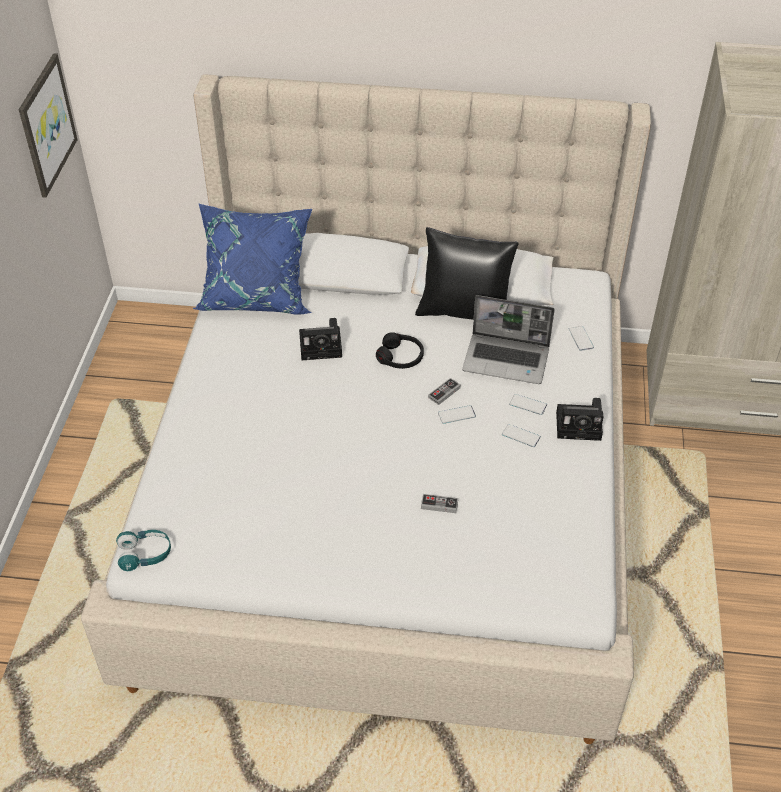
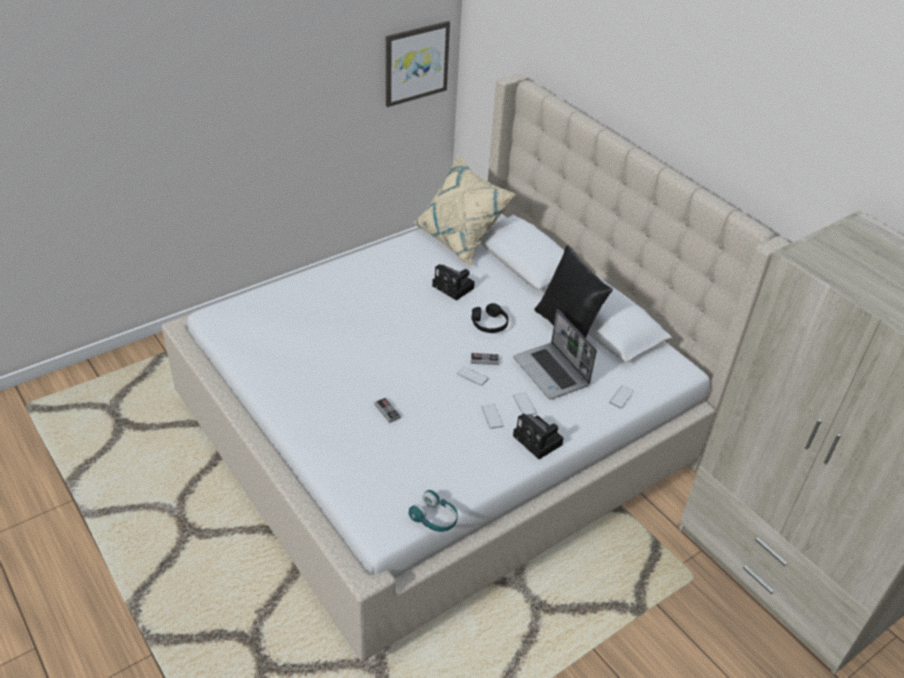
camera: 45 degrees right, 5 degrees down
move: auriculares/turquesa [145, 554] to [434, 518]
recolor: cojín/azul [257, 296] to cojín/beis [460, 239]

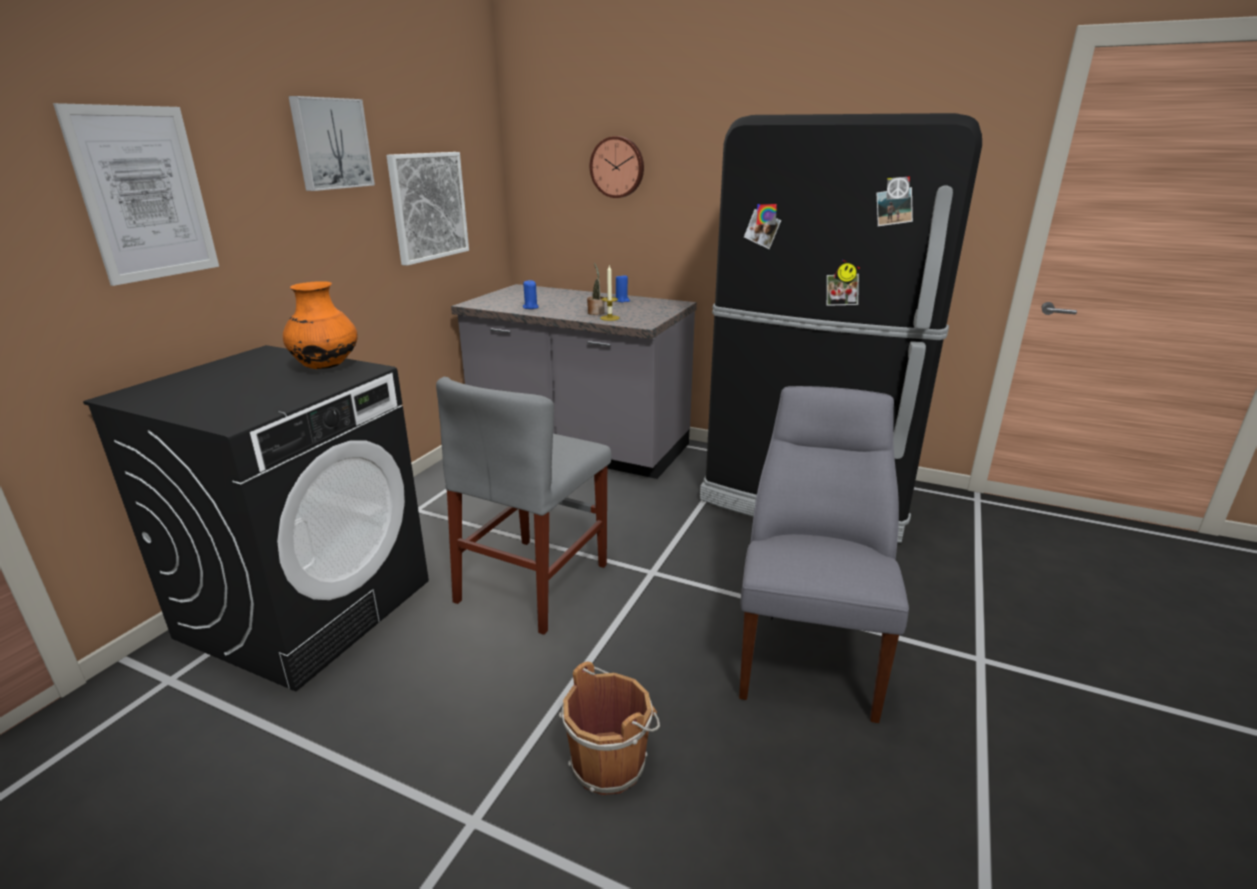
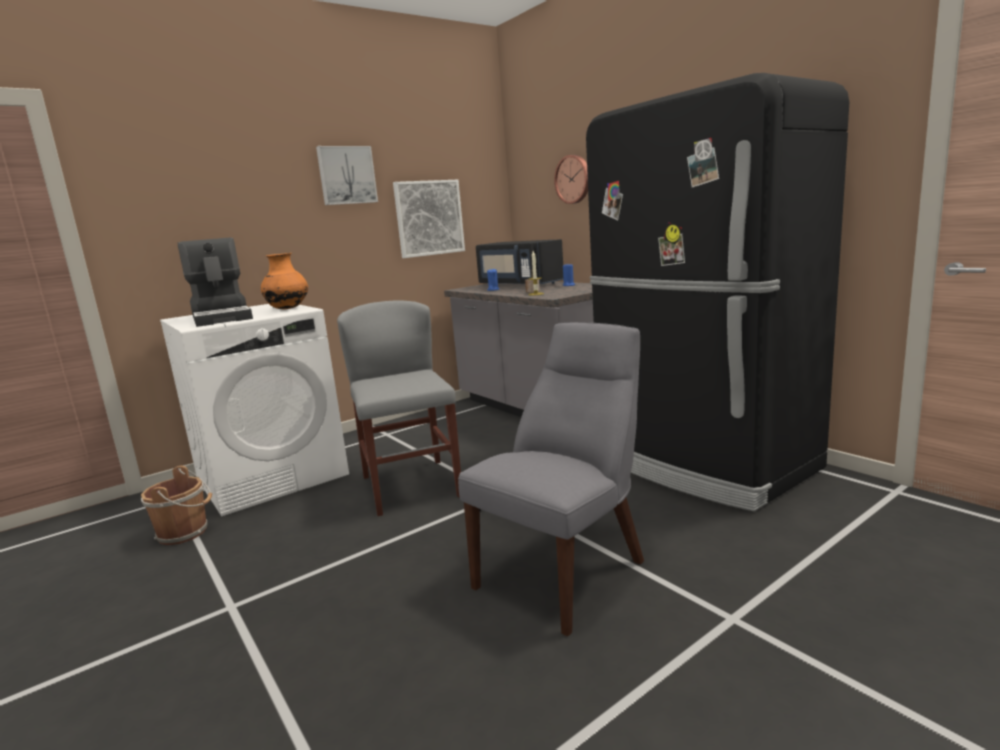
camera: 30 degrees right, 10 degrees down
delete: cuadro [144, 194]
insert: cafetera [223, 317]; microondas/negro [518, 285]
move: cubo/marrón [611, 761] to [185, 532]
recolor: lavadora/negro [308, 607] to lavadora/blanco [272, 476]
rotate: silla/gris [533, 582] = [411, 486] 105 degrees clockwise

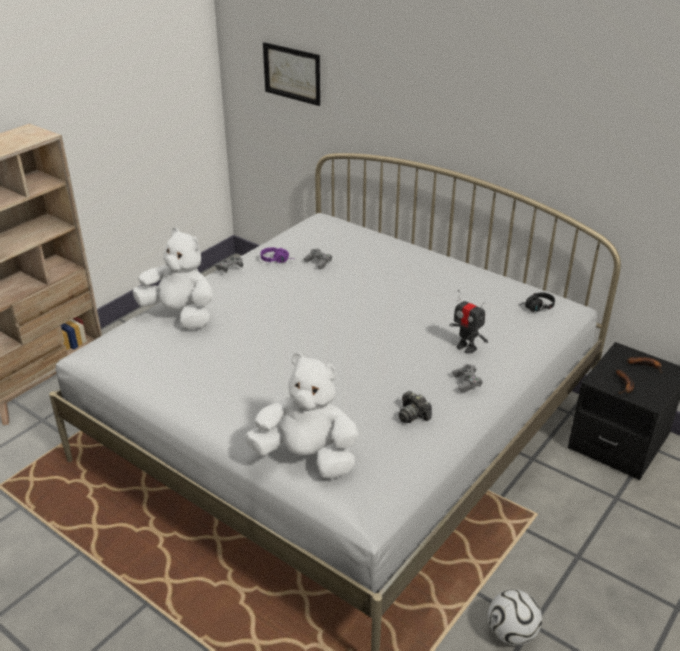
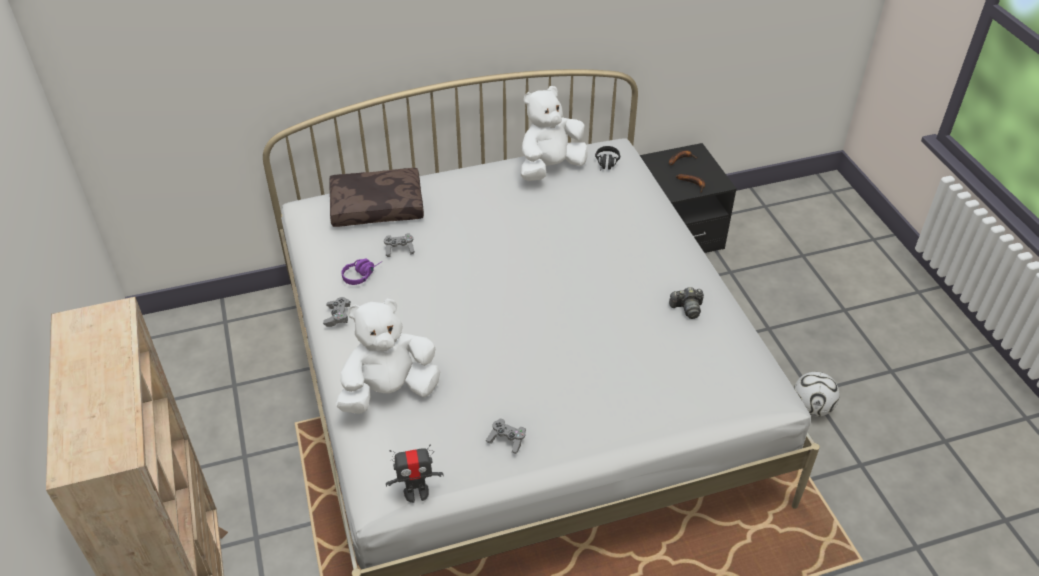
camera: 55 degrees left, 10 degrees up
delete: cuadro [292, 73]
insert: cojín/marrón [378, 205]
move: robot de juguete [466, 347] to [416, 492]; mando de consola/gris [466, 382] to [507, 440]; peluche/blanco [306, 457] to [550, 168]

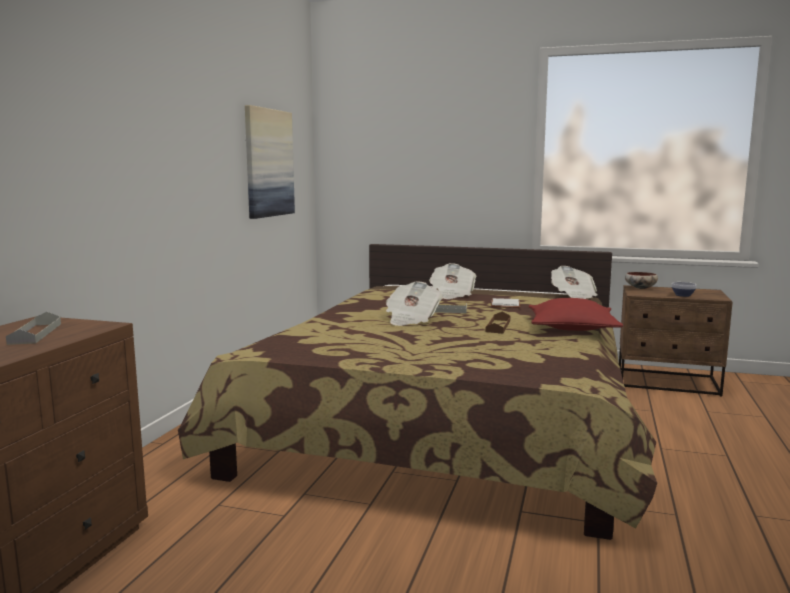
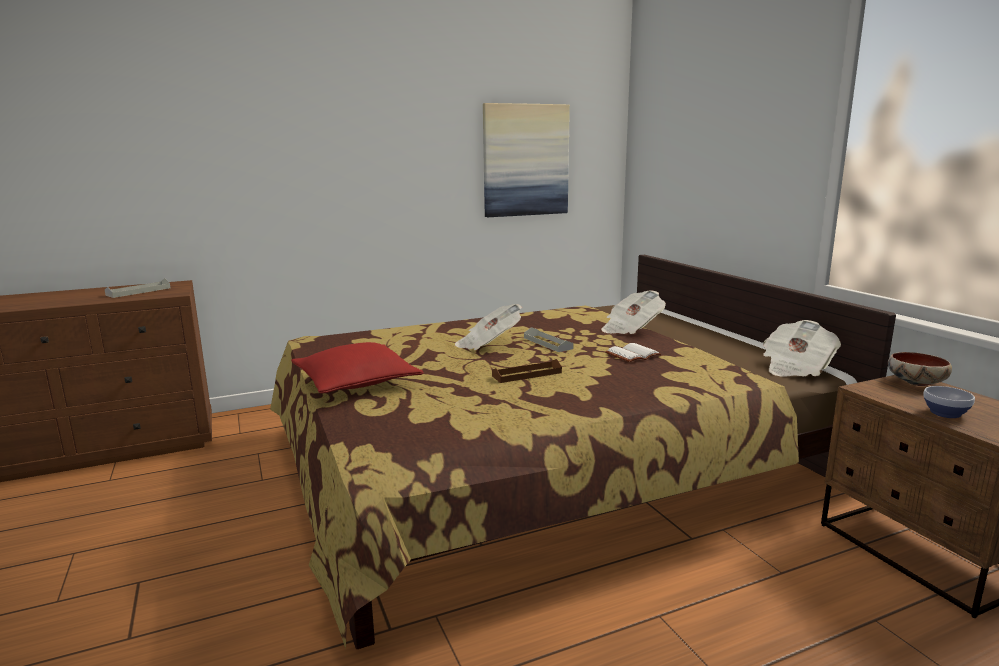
camera: 50 degrees right, 5 degrees up
move: cojín/rojo [572, 328] to [356, 382]

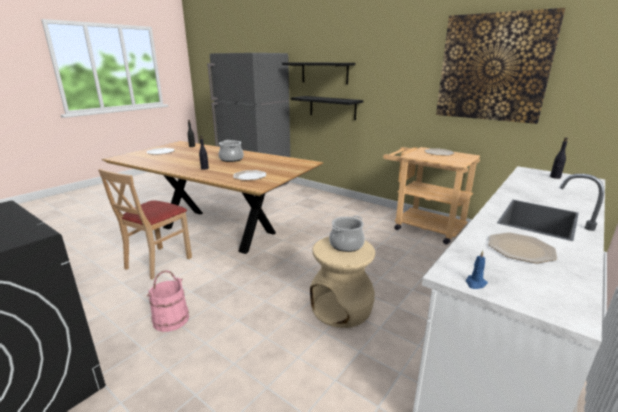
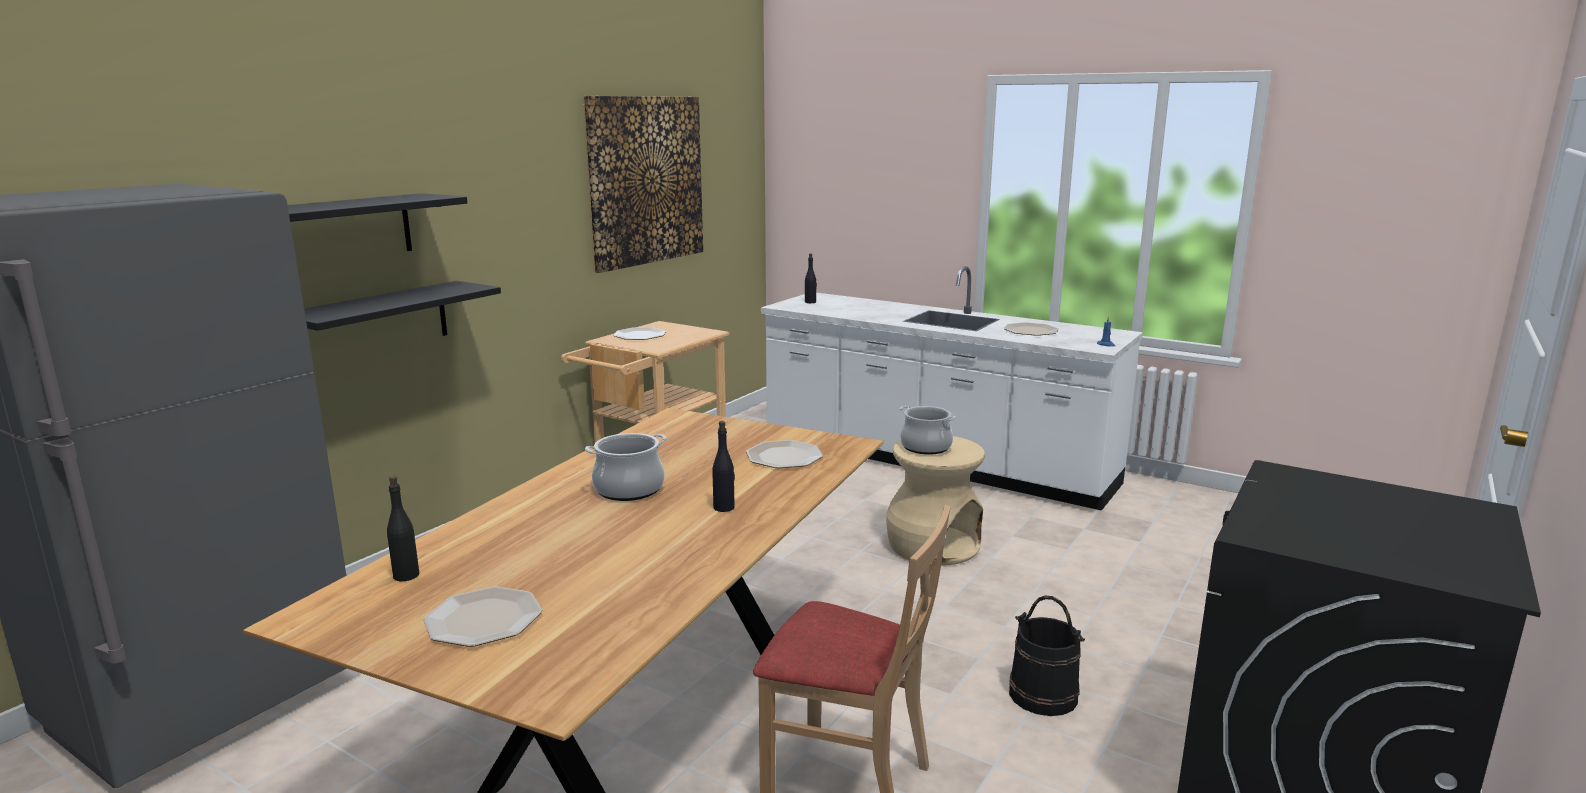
camera: 95 degrees left, 5 degrees down
recolor: cubo/rosa [171, 319] to cubo/negro [1042, 695]

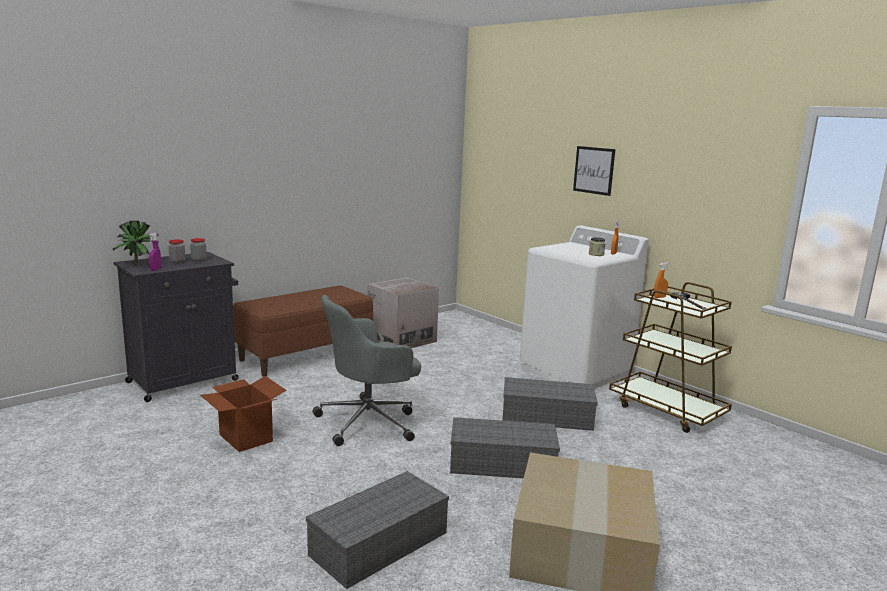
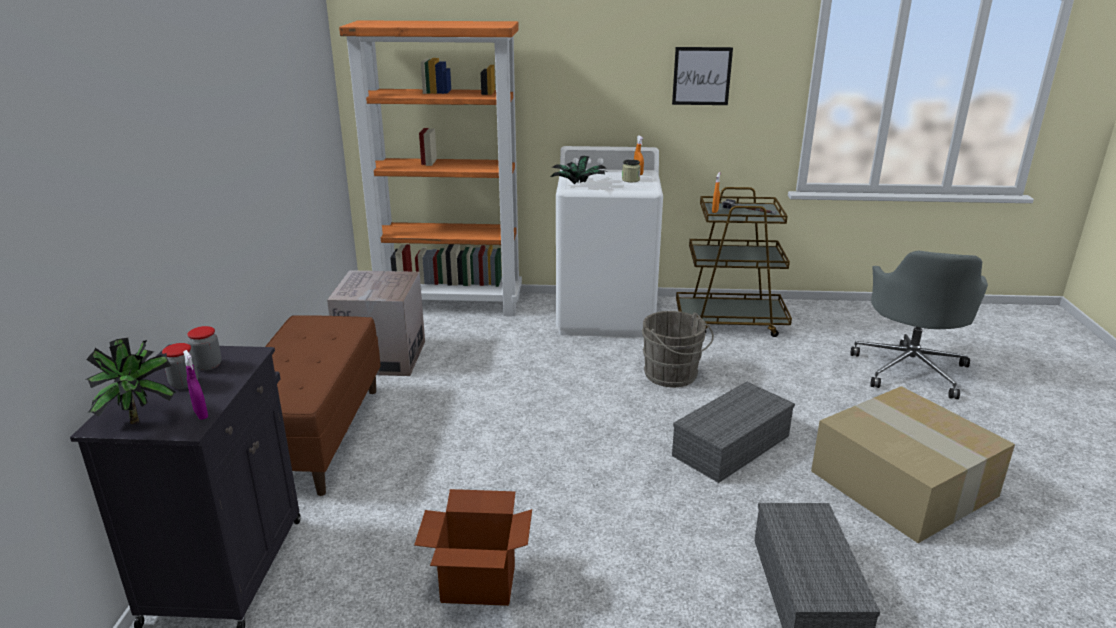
camera: 45 degrees left, 10 degrees up
insert: estantería/naranja [451, 304]; planta en maceta [579, 184]
move: cuadro [594, 170] to [701, 76]; silla de oficina/gris [369, 422] to [910, 369]
replace: caja de almacenaje/gris [548, 416] to cubo/gris [673, 376]

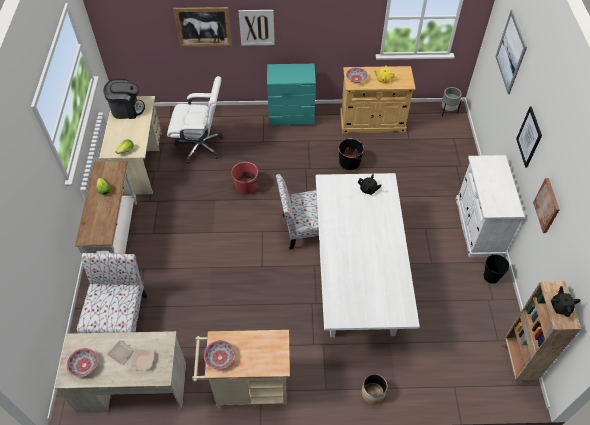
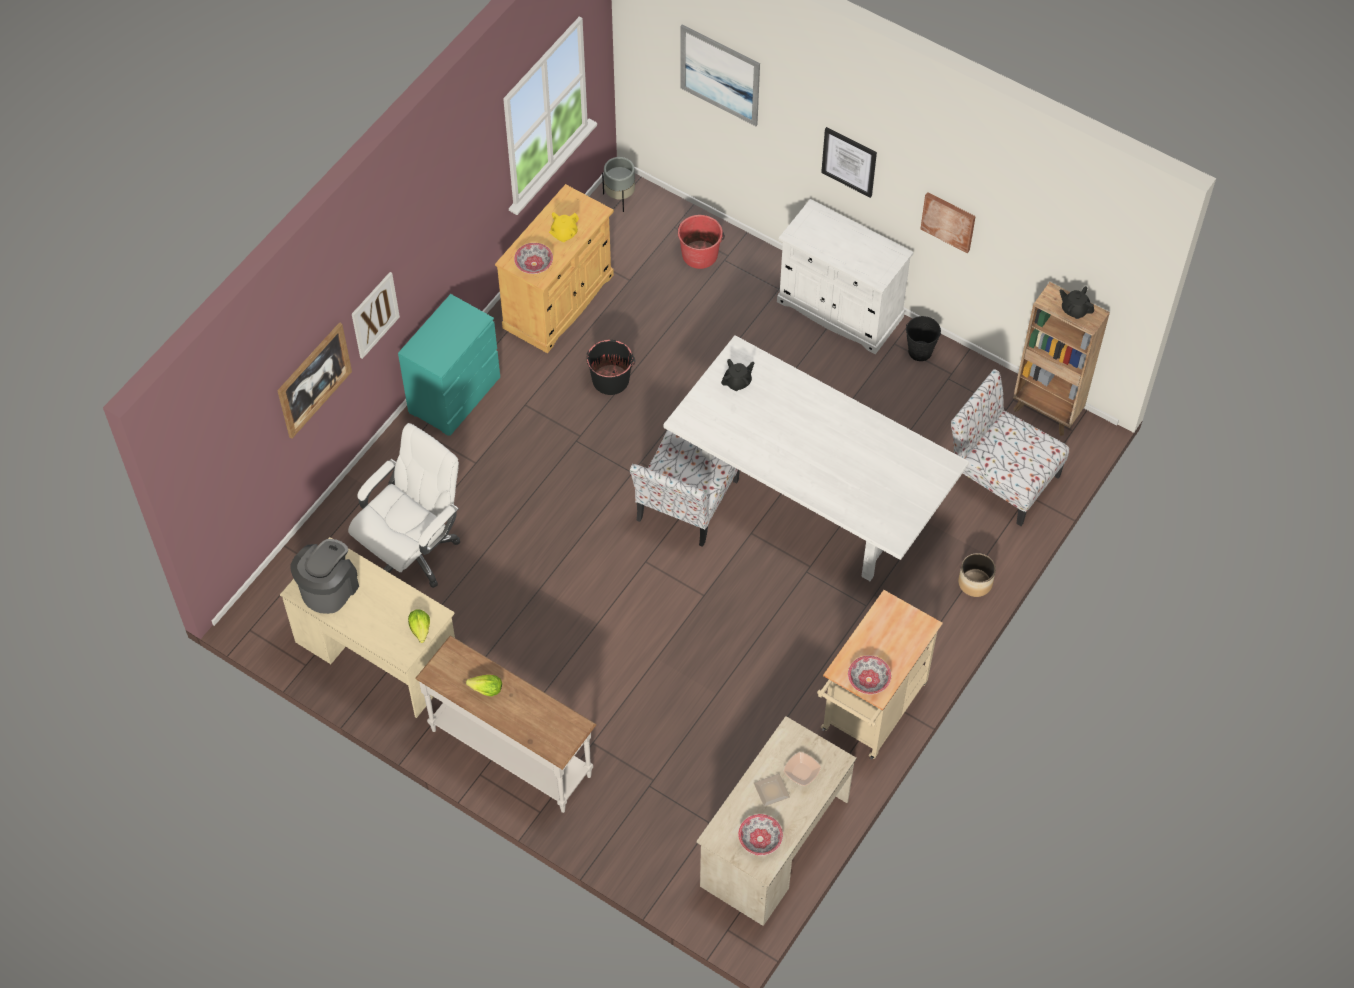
camera: 55 degrees left, 5 degrees up
move: cubo/rojo [246, 186] to [700, 254]; silla [119, 317] to [1001, 477]

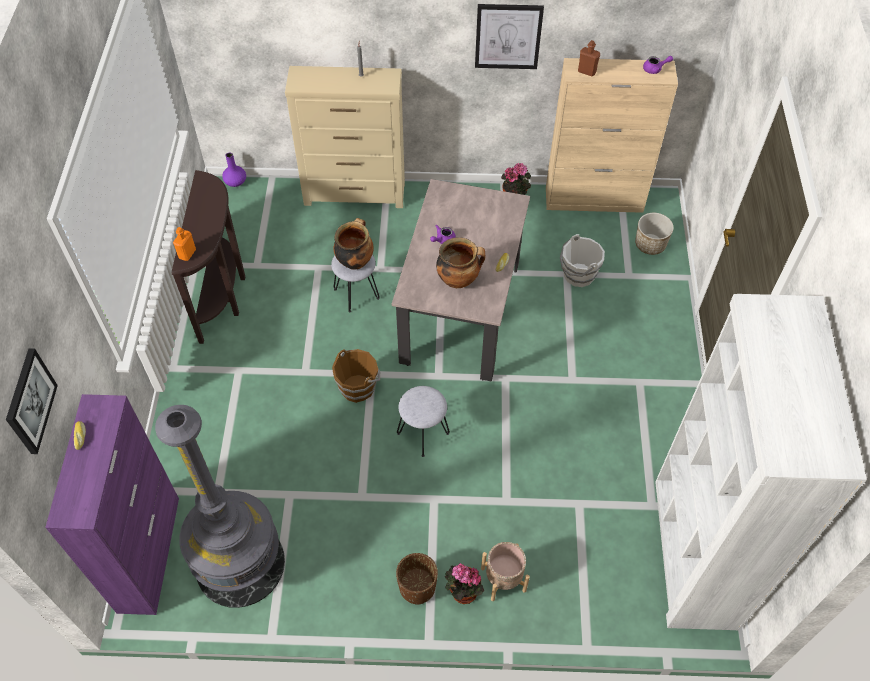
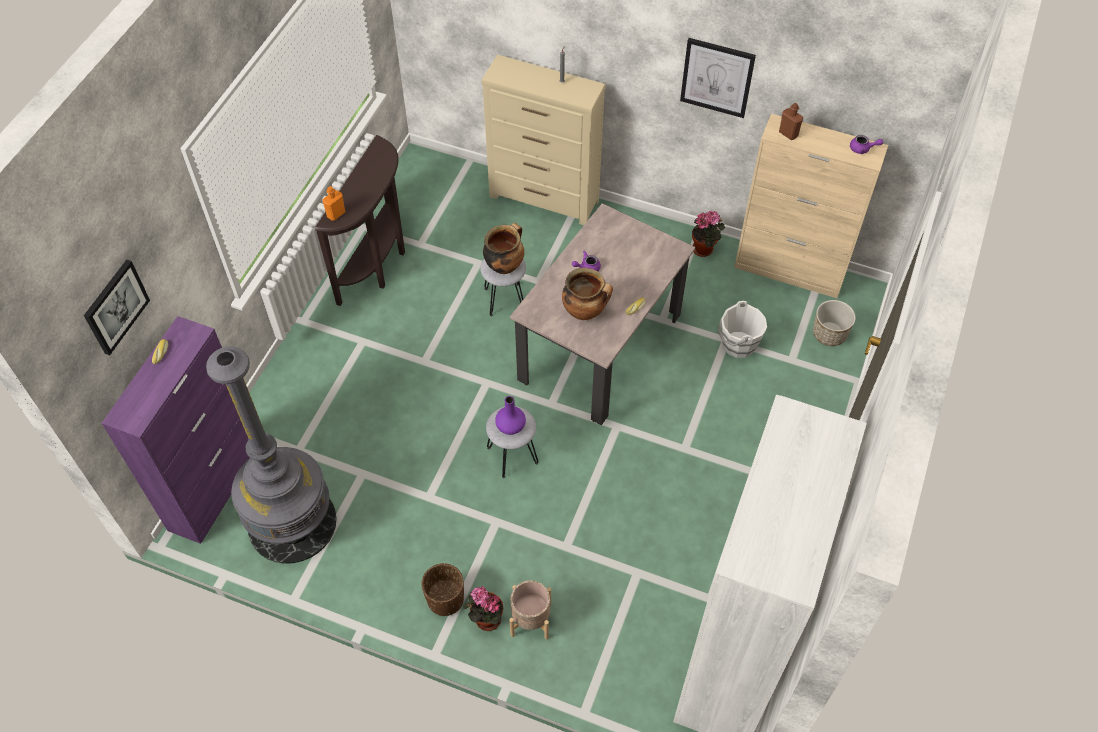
camera: 20 degrees right, 0 degrees up
delete: cubo/marrón [358, 387]
move: florero/morado [235, 181] to [510, 425]

